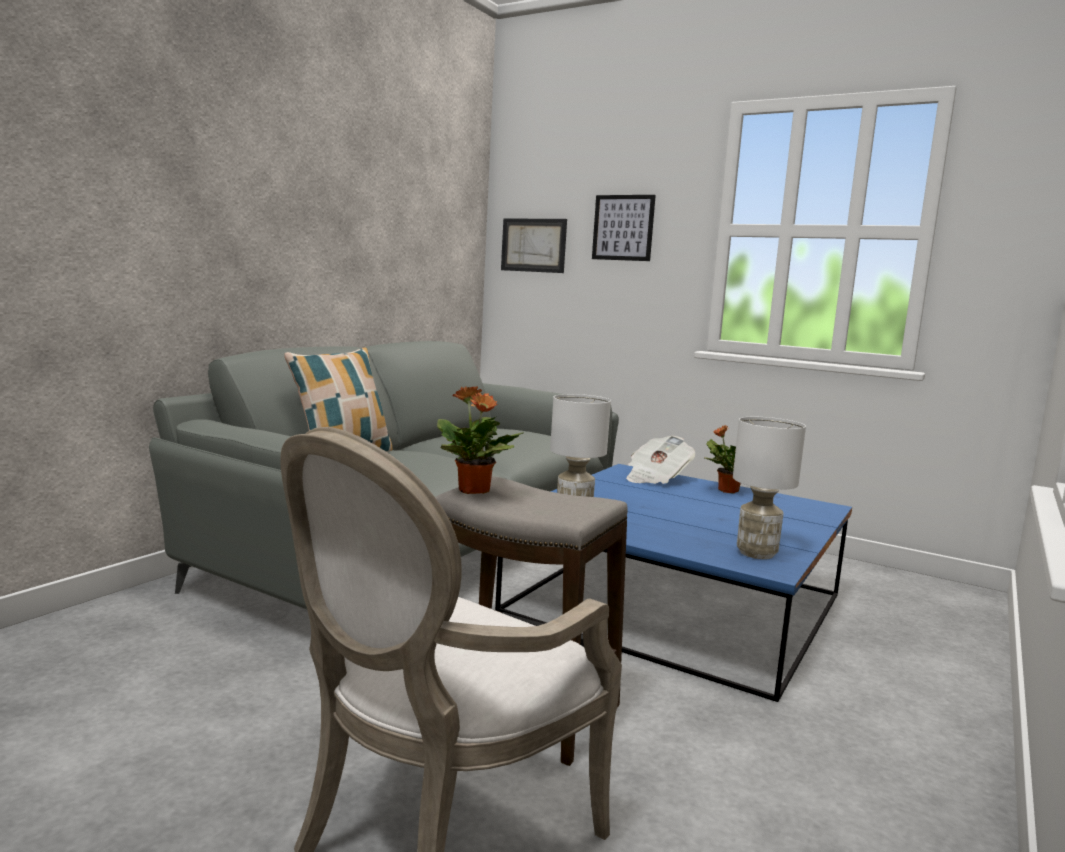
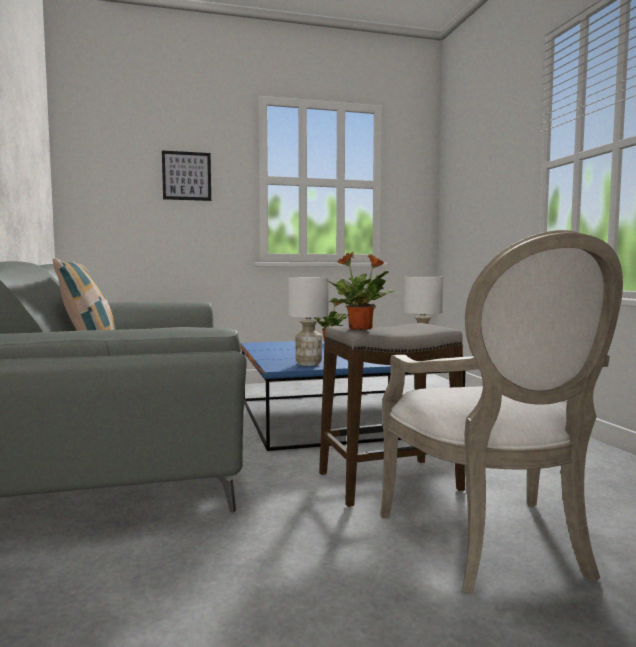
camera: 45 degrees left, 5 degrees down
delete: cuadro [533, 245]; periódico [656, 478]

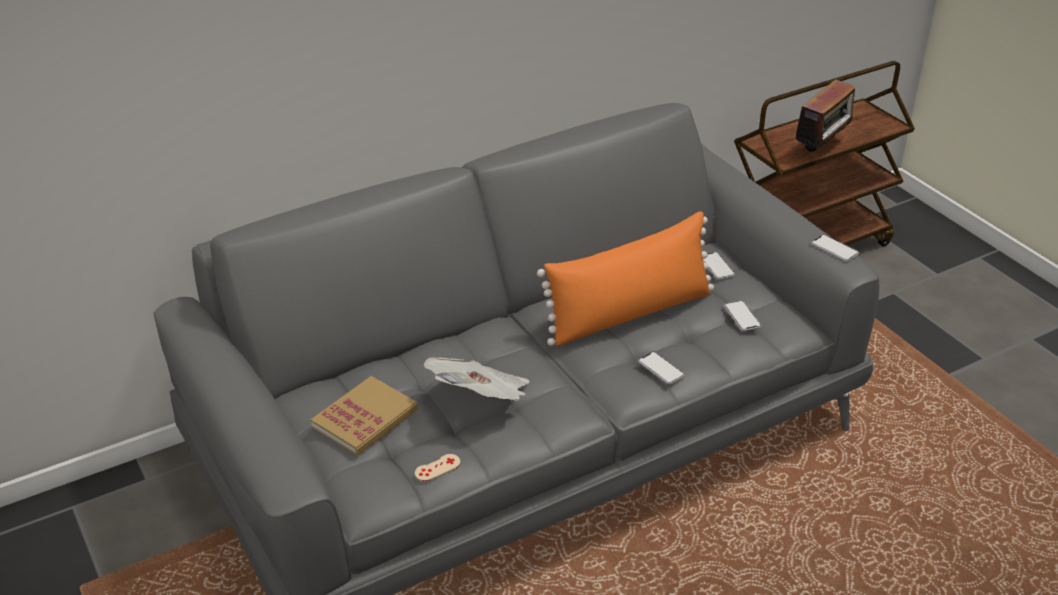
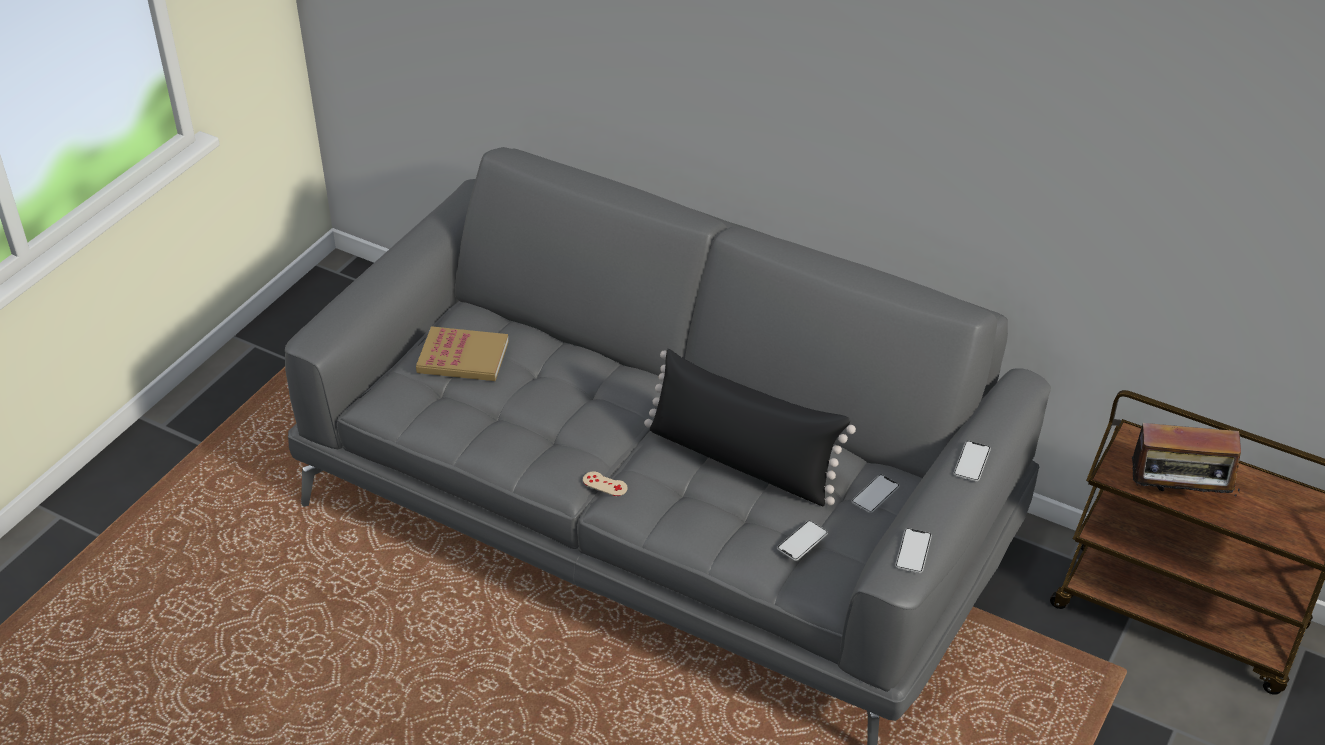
camera: 60 degrees right, 5 degrees up
delete: periódico [481, 399]
move: mando de consola/beis [437, 468] to [605, 484]; móvil [661, 368] to [971, 462]
recolor: cojín/naranja [629, 313] to cojín/negro [742, 460]

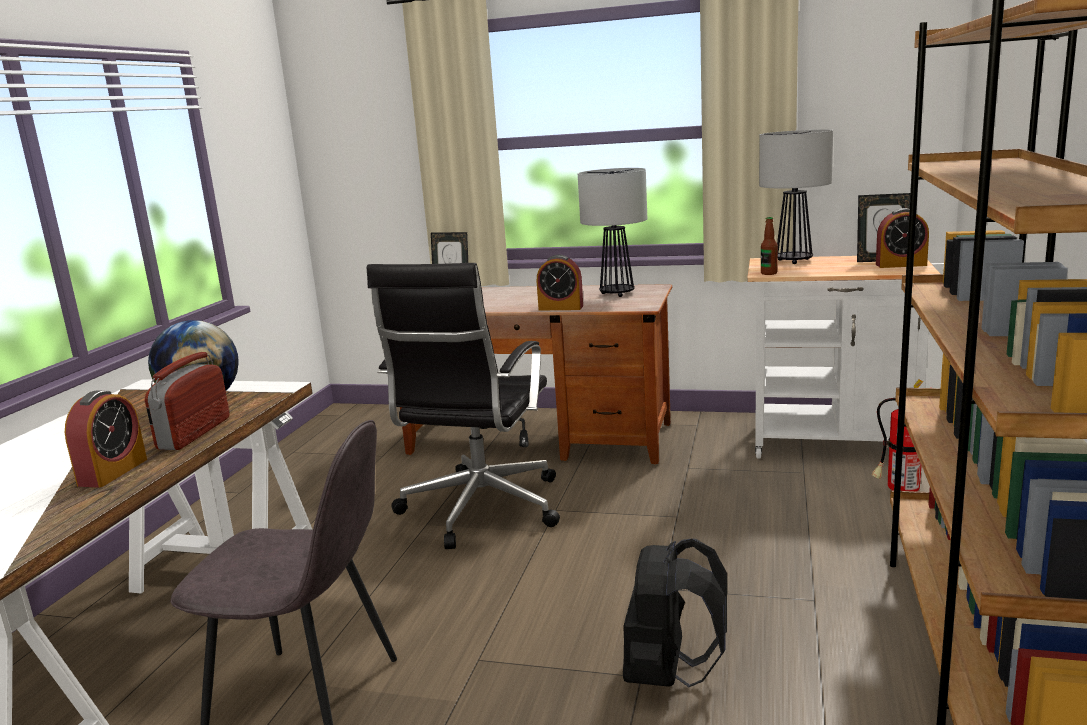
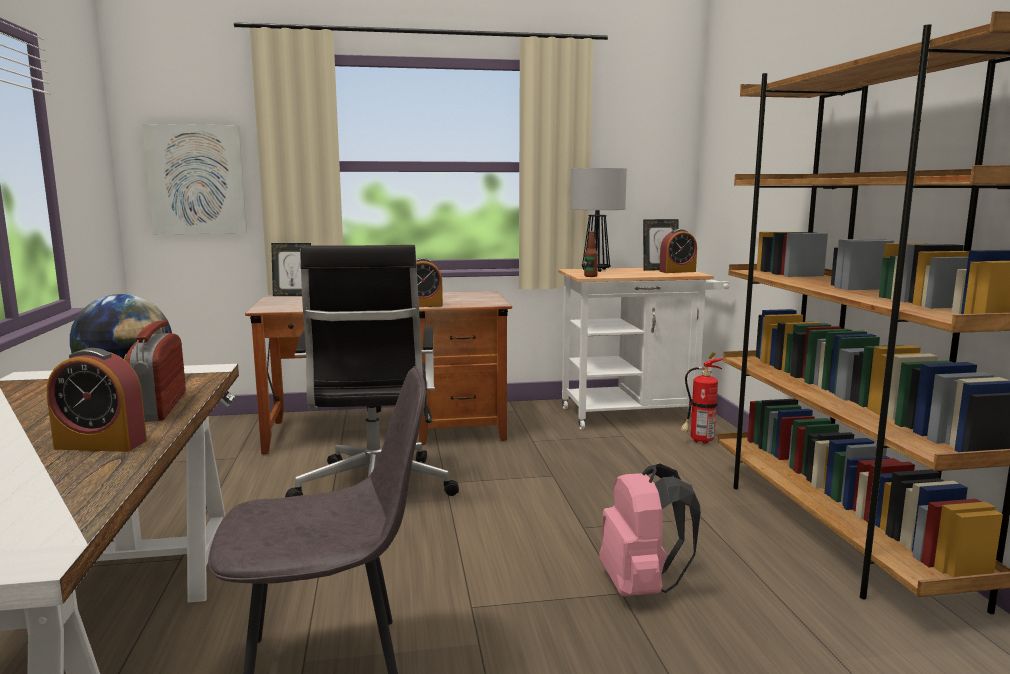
camera: 25 degrees left, 5 degrees down
delete: lámpara de mesa [616, 294]
insert: cuadro [197, 180]
recolor: mochila/negro [669, 674] to mochila/rosa [641, 587]
rotate: despertador [113, 472] = [101, 444] 105 degrees clockwise

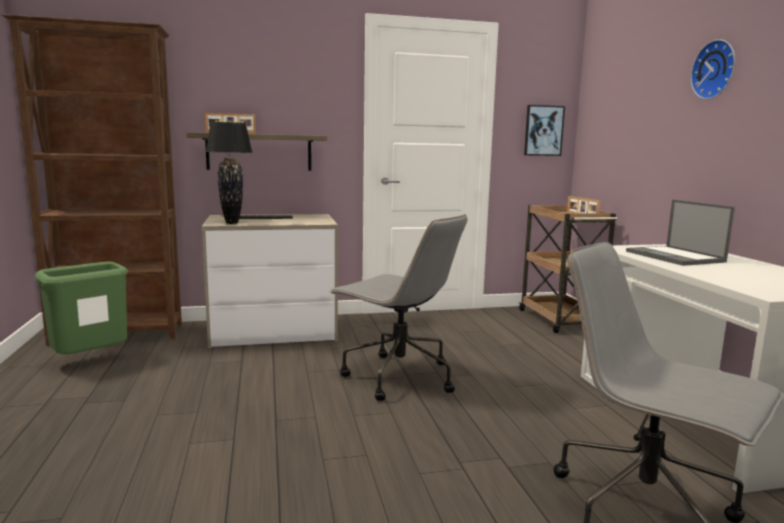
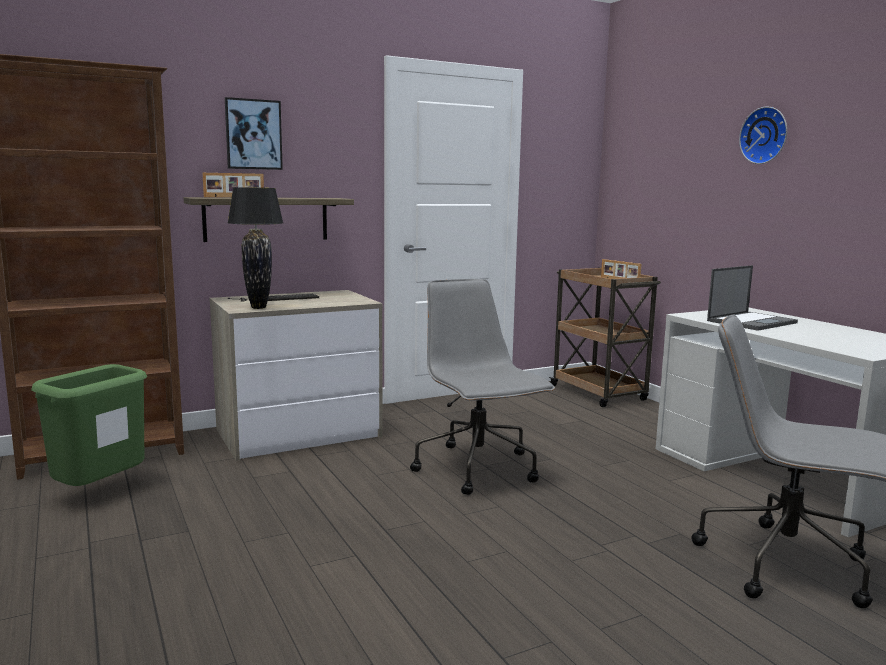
camera: 15 degrees left, 0 degrees up
move: cuadro [543, 130] to [253, 134]
rotate: silla de oficina/gris [397, 377] = [478, 469] 135 degrees counterclockwise; portátil [675, 257] = [752, 322] 90 degrees counterclockwise

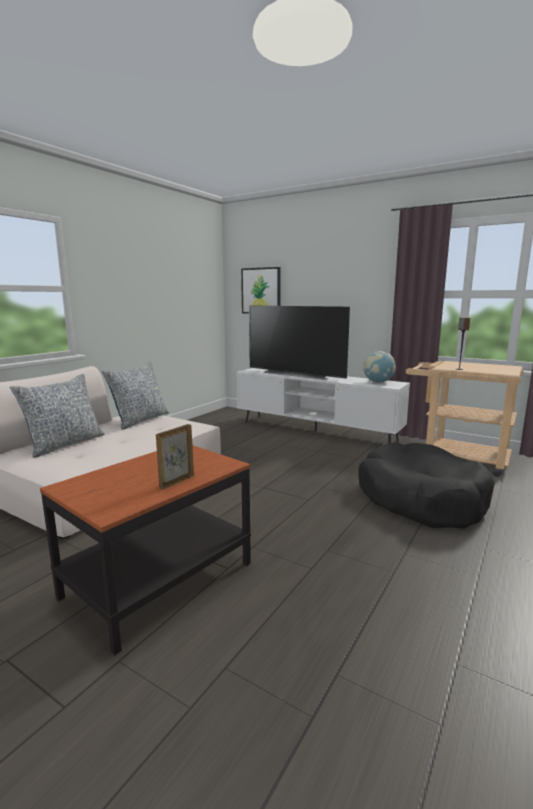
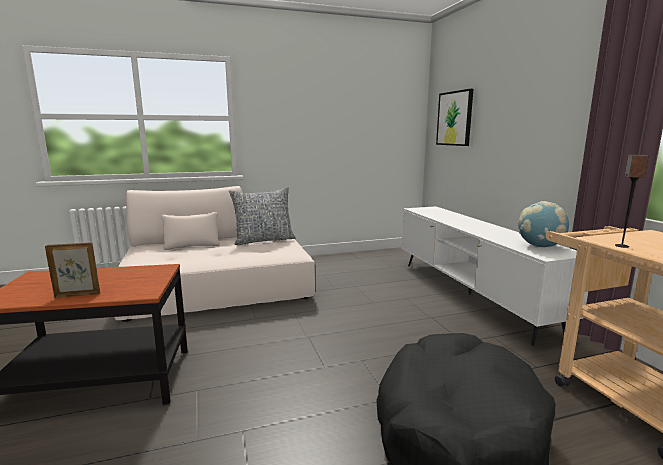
camera: 40 degrees right, 0 degrees up
delete: cojín [65, 444]; televisor [297, 374]

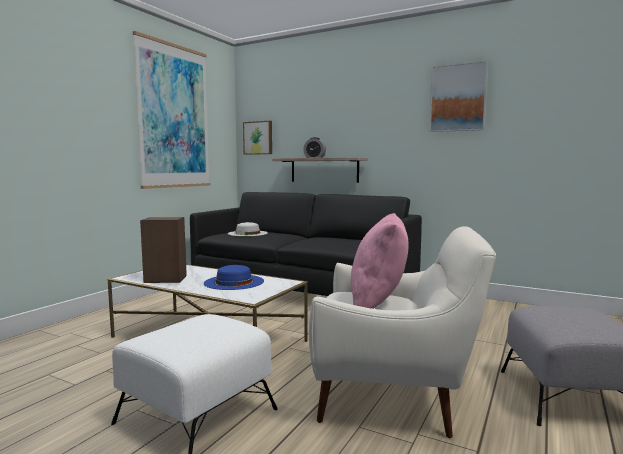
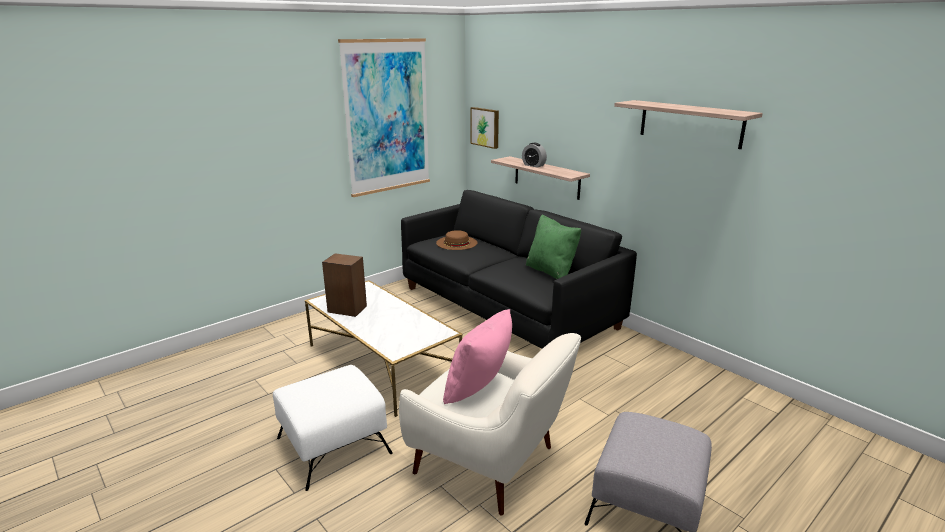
camera: 20 degrees right, 15 degrees up
delete: sombrero/azul [234, 282]
insert: cojín/verde [551, 272]
replace: cuadro [458, 98] to estante [690, 123]
recolor: sombrero/blanco [247, 233] to sombrero/marrón [456, 242]

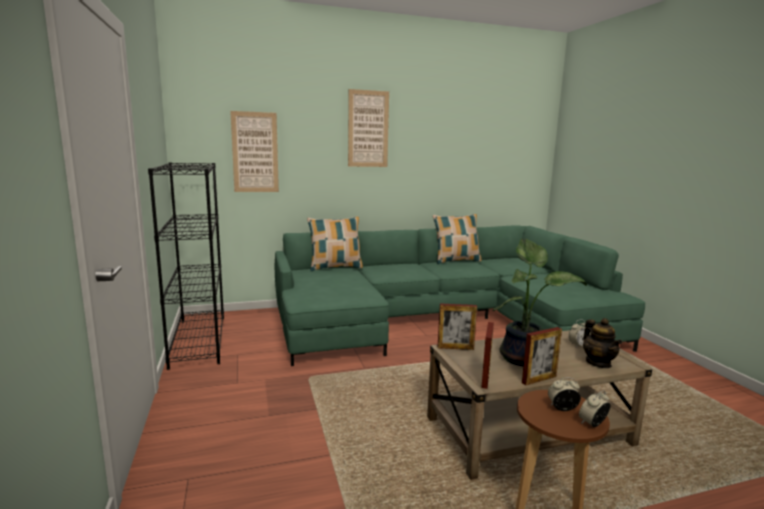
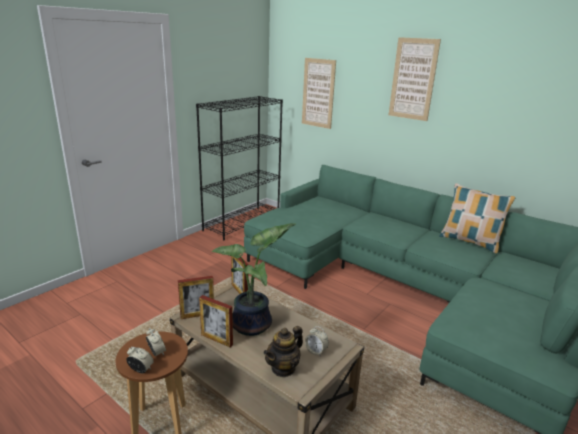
camera: 55 degrees right, 10 degrees up
delete: cojín [335, 267]

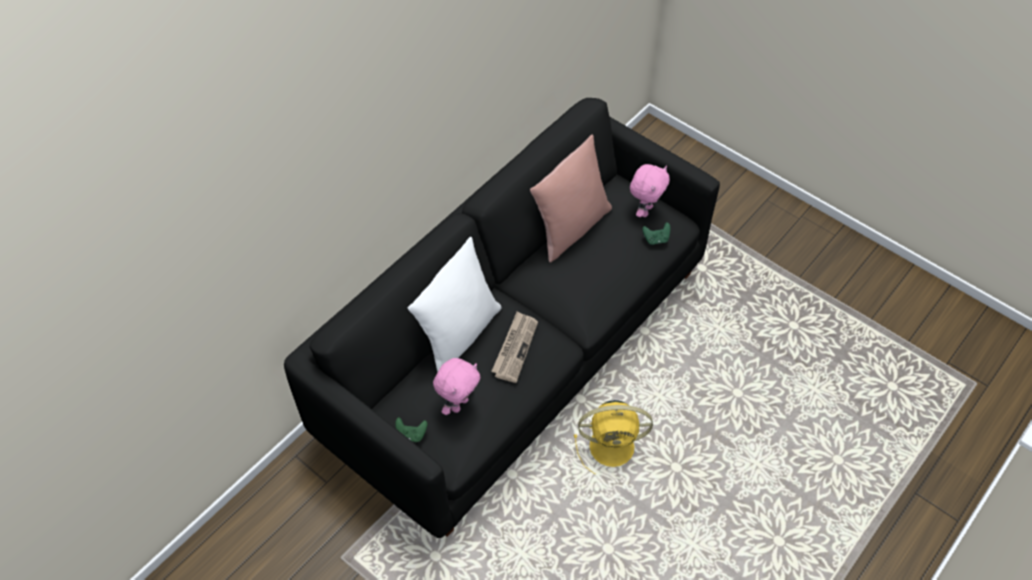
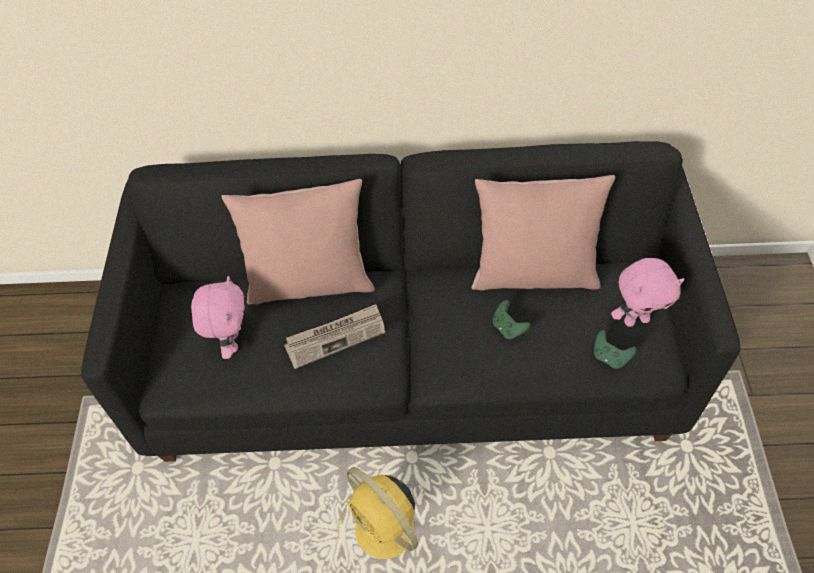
camera: 50 degrees right, 0 degrees up
move: mando de consola/verde [411, 434] to [508, 328]
recolor: cojín/blanco [459, 334] to cojín/rosa [310, 283]
rotate: peluche/rosa [459, 404] = [231, 342] 90 degrees counterclockwise

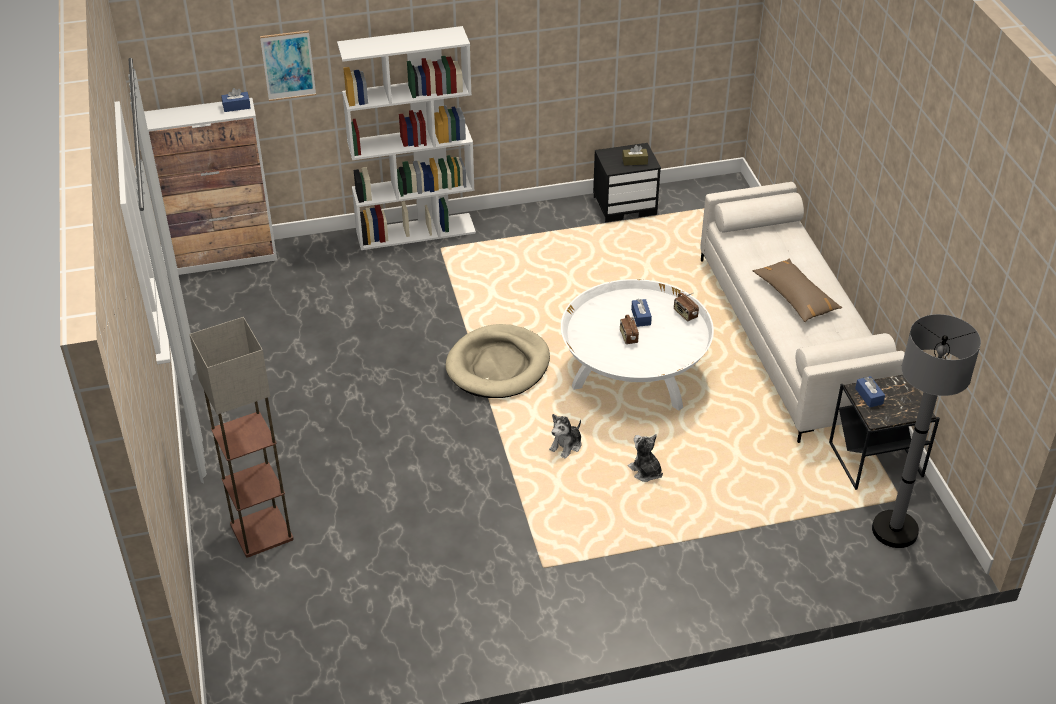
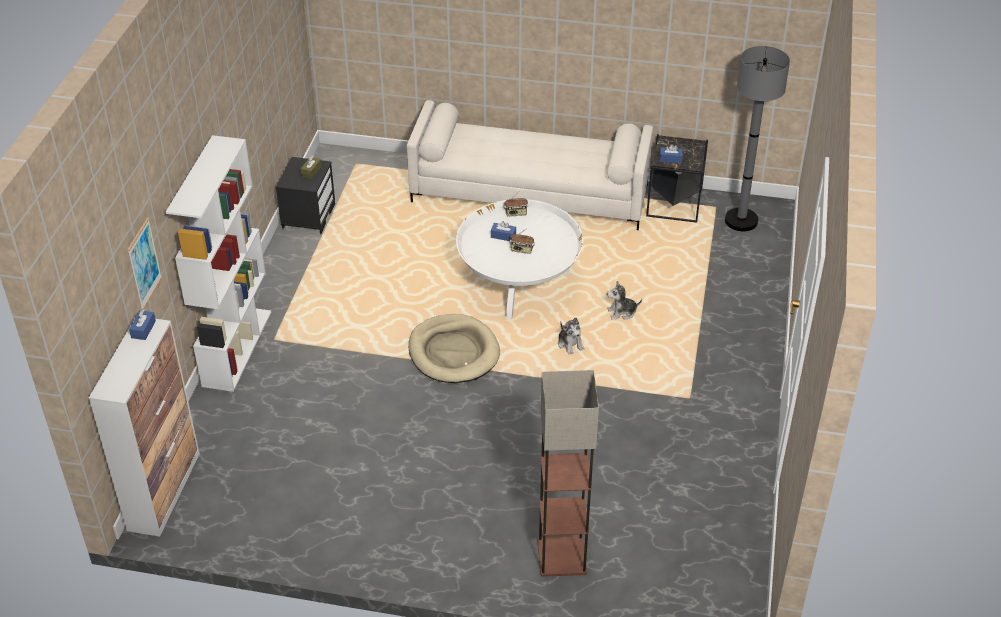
camera: 65 degrees left, 0 degrees up
delete: cojín/marrón [795, 297]

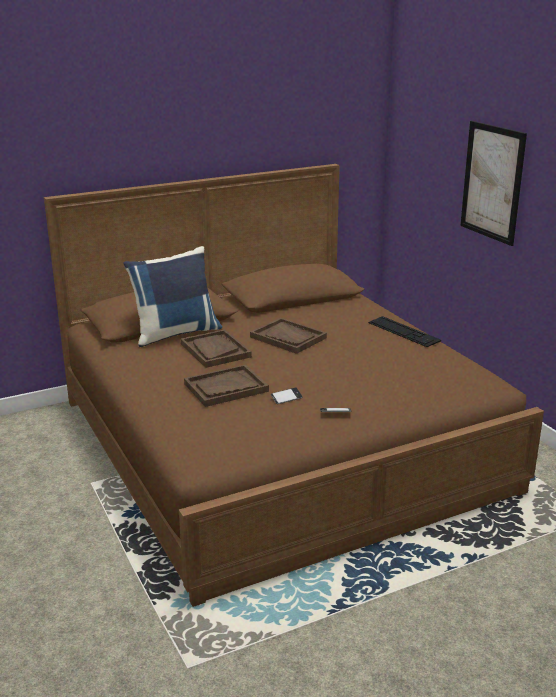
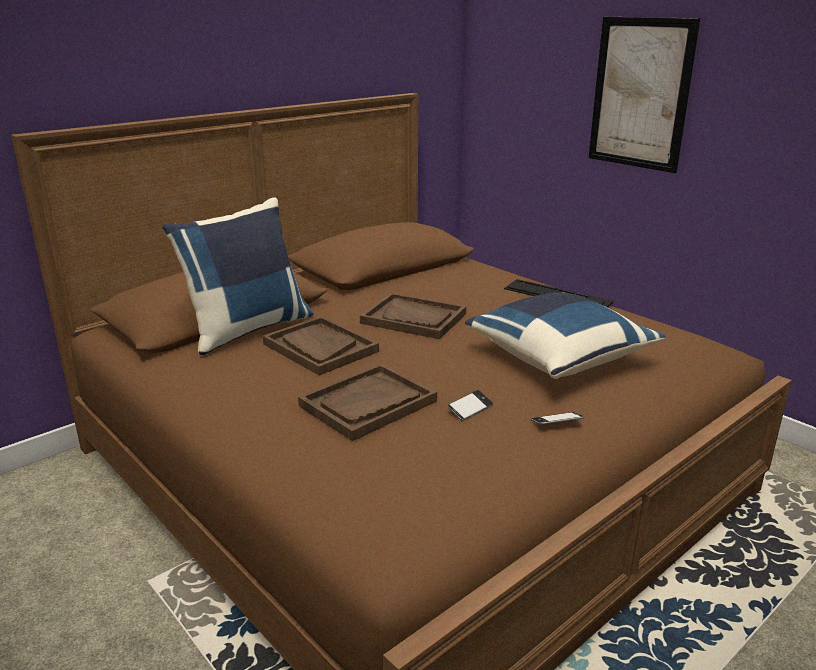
camera: 15 degrees left, 0 degrees up
insert: cojín/azul [558, 358]

